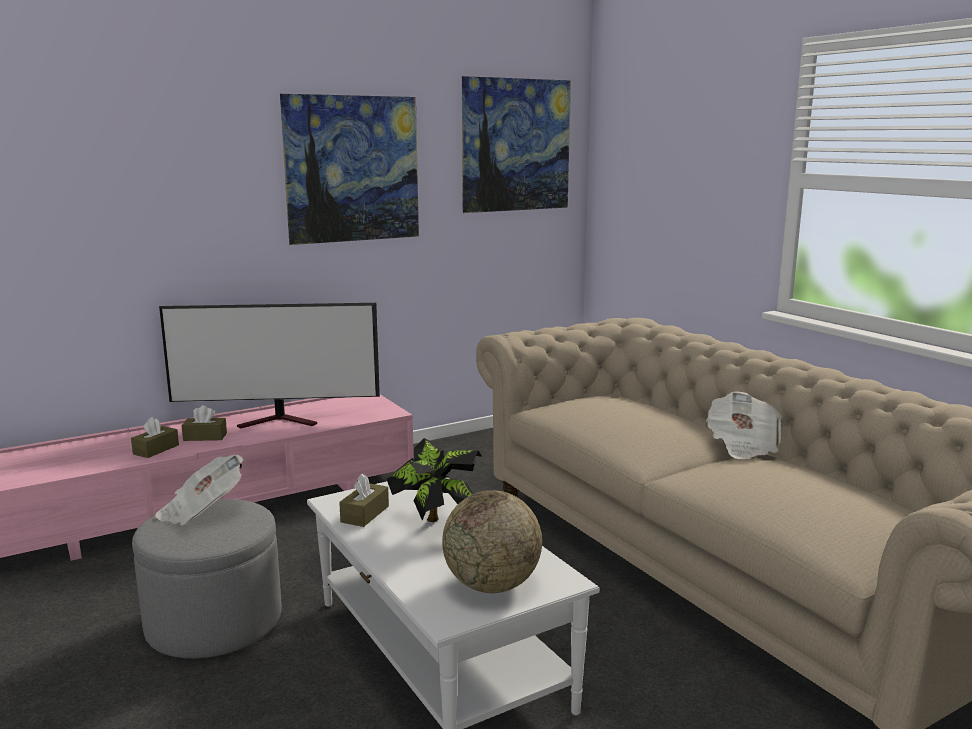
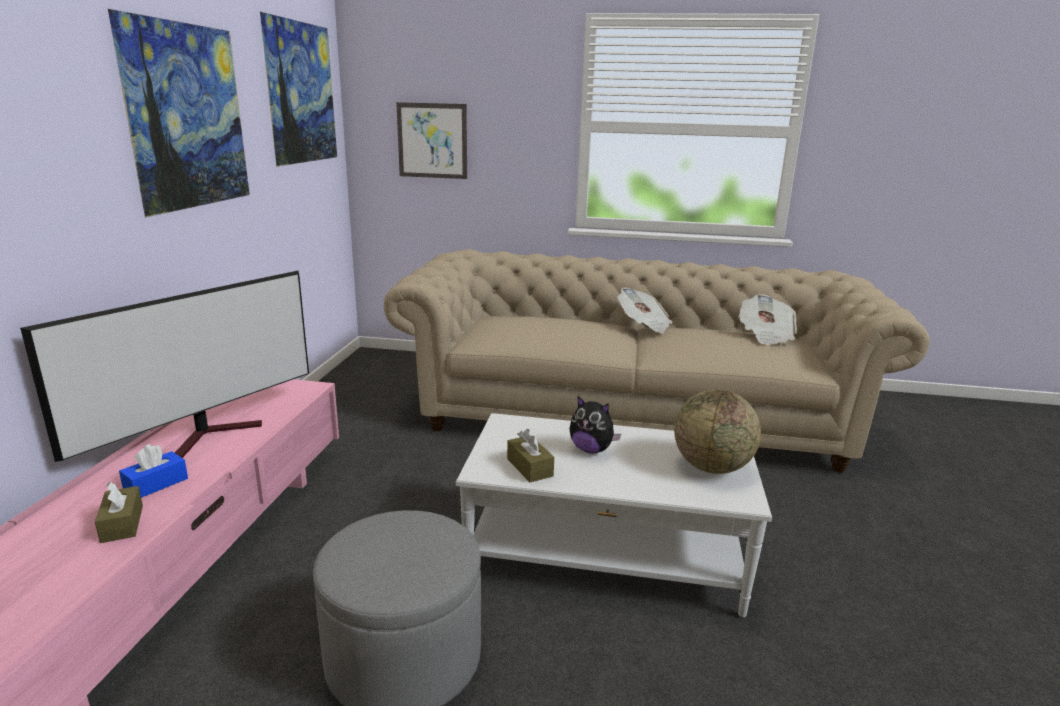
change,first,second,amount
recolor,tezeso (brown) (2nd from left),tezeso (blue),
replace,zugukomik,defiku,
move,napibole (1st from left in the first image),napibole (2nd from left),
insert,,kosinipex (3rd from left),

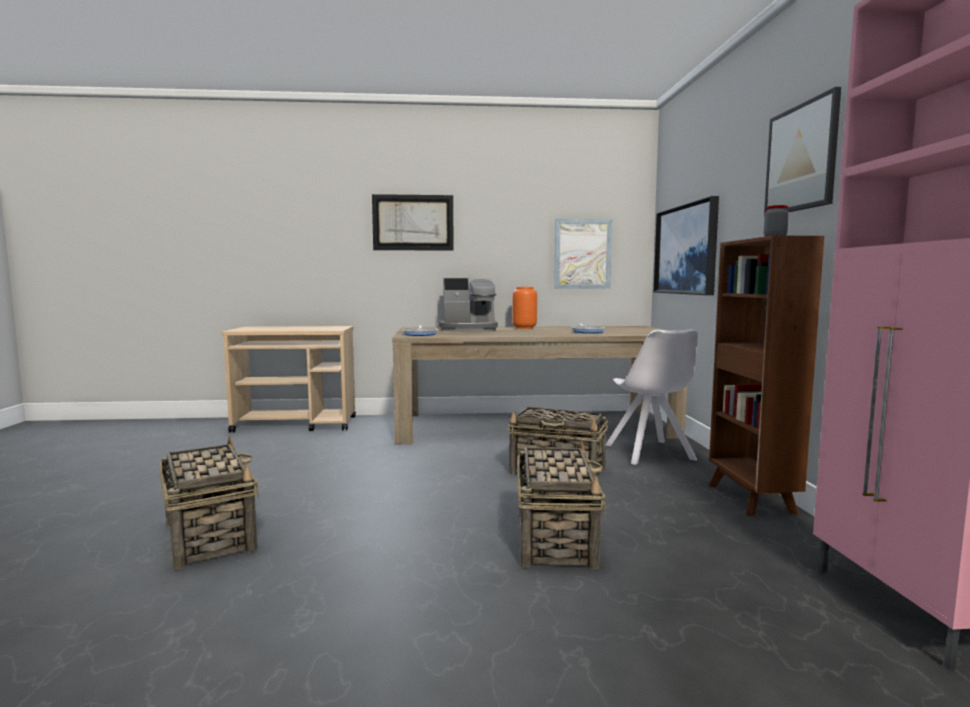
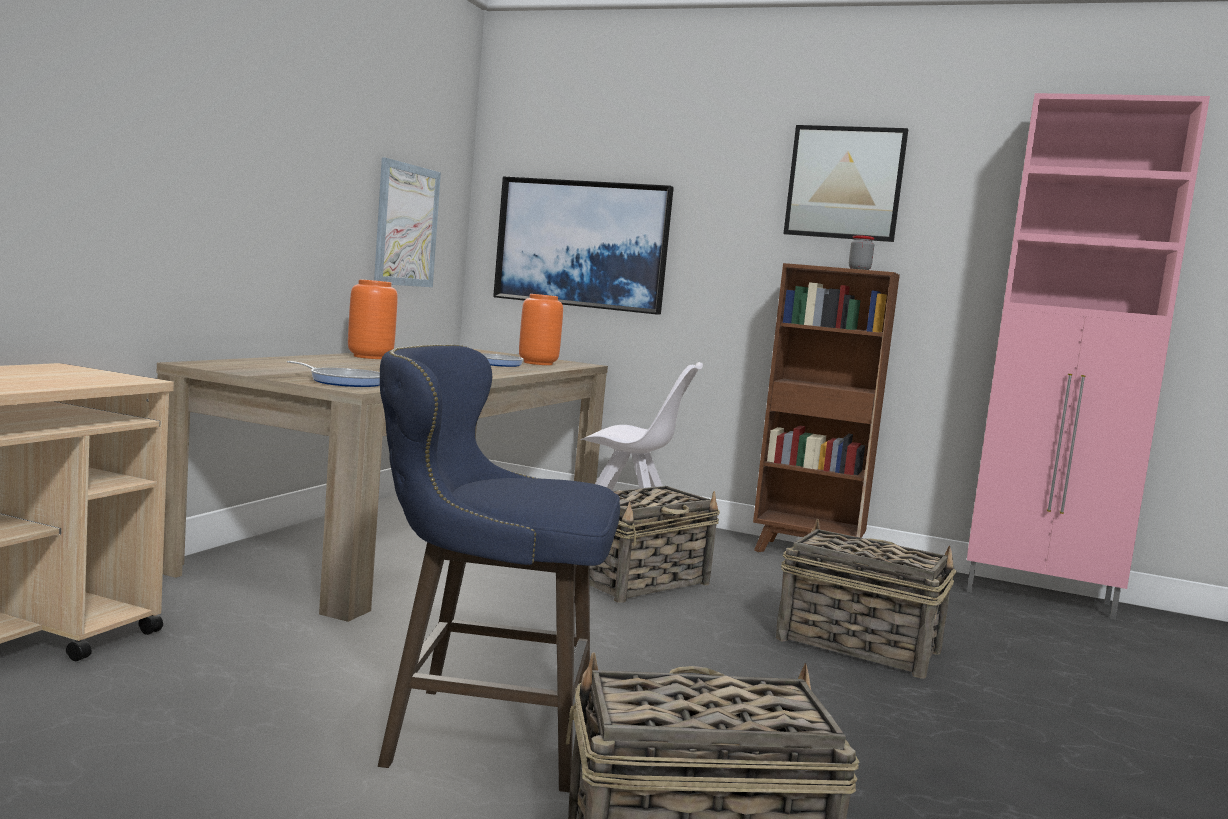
change,first,second,amount
delete,kosinipex (1st from left),,
delete,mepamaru,,
insert,,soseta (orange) (2nd from left),
insert,,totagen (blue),

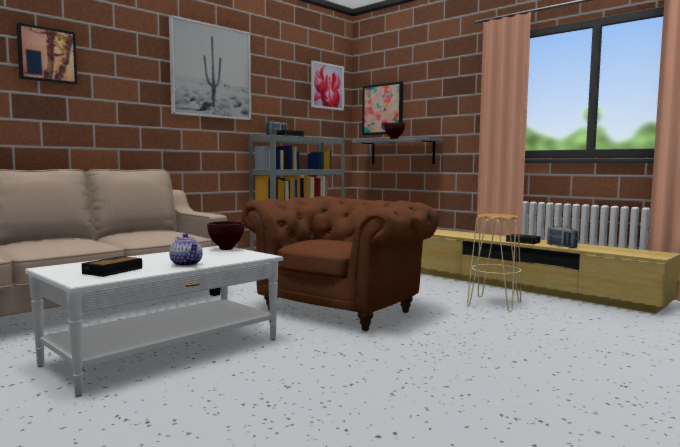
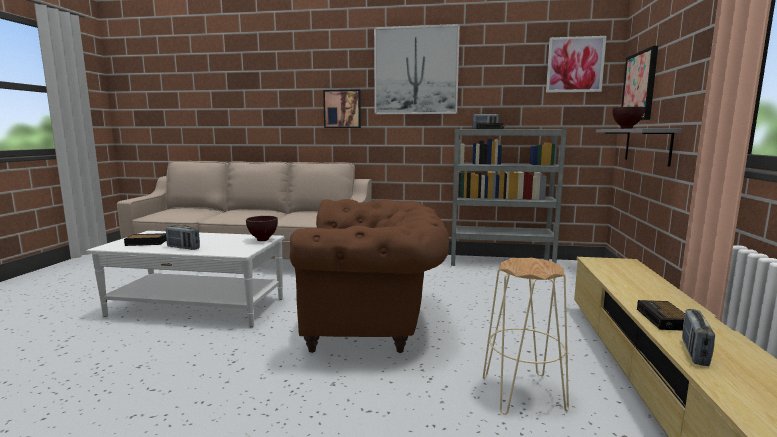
change,first,second,amount
move,kosinipex (1st from left),,
replace,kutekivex,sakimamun (1st from left),

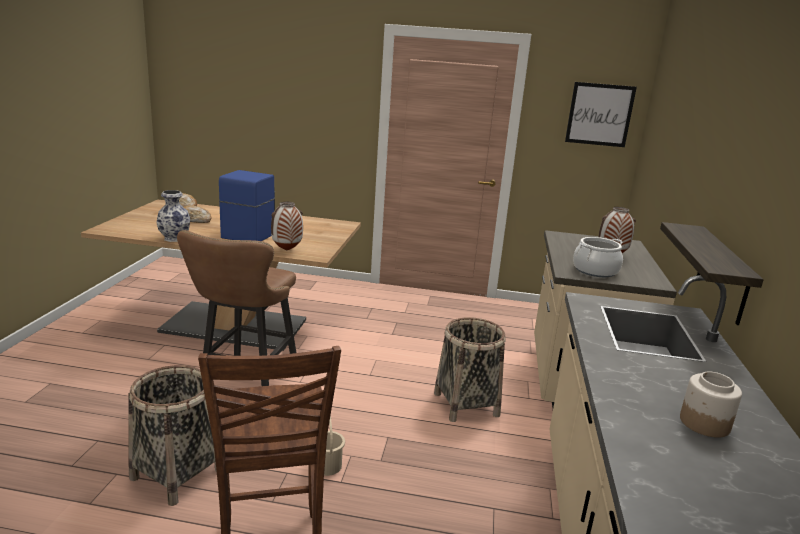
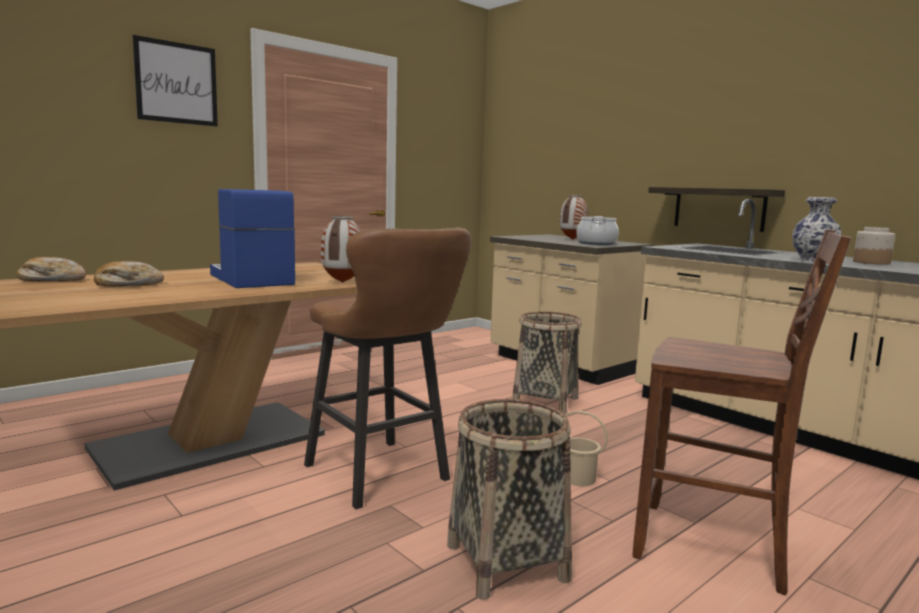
change,first,second,amount
move,kosinipex,,
move,soseta (1st from left in the first image),soseta (3rd from left),

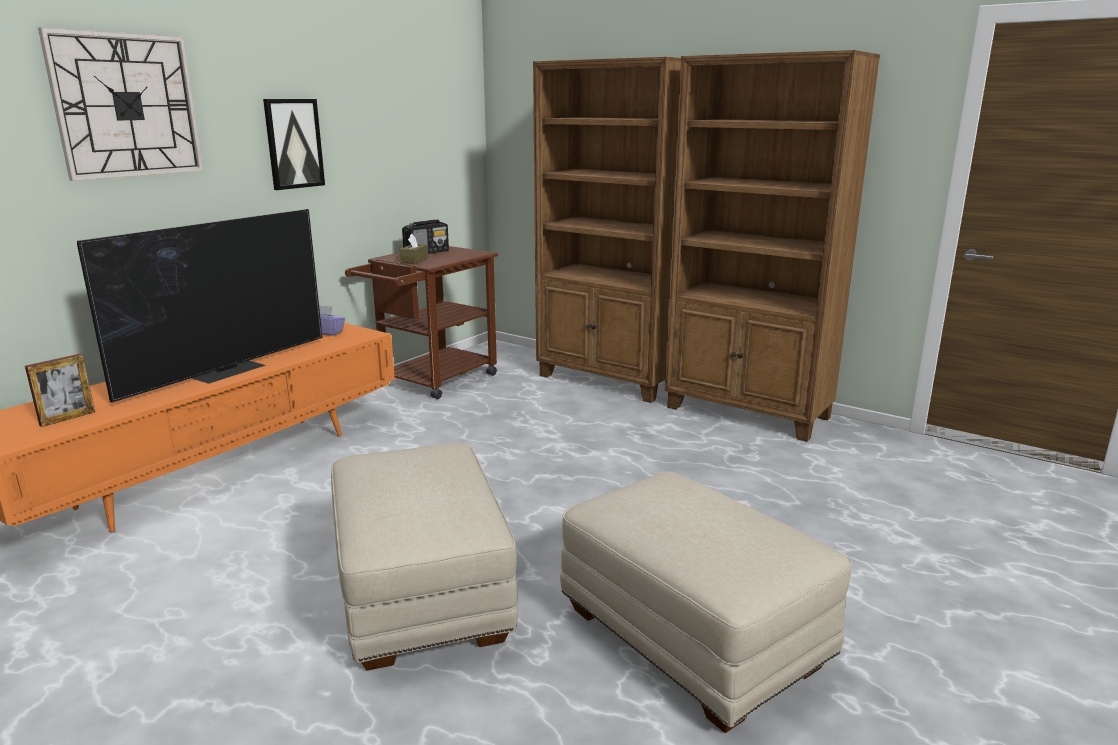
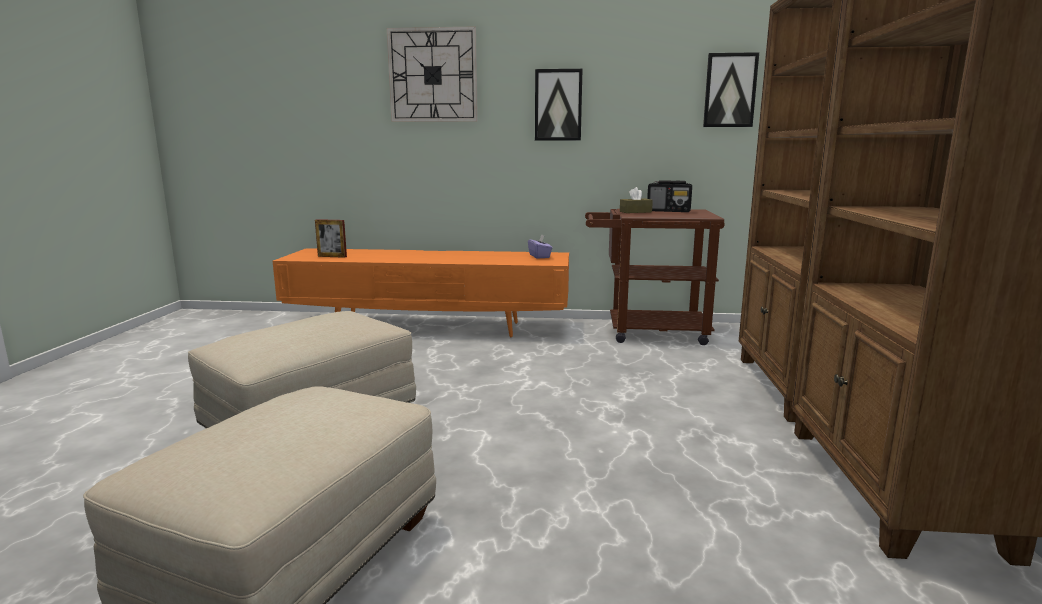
change,first,second,amount
delete,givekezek,,
insert,,kosinipex (2nd from left),

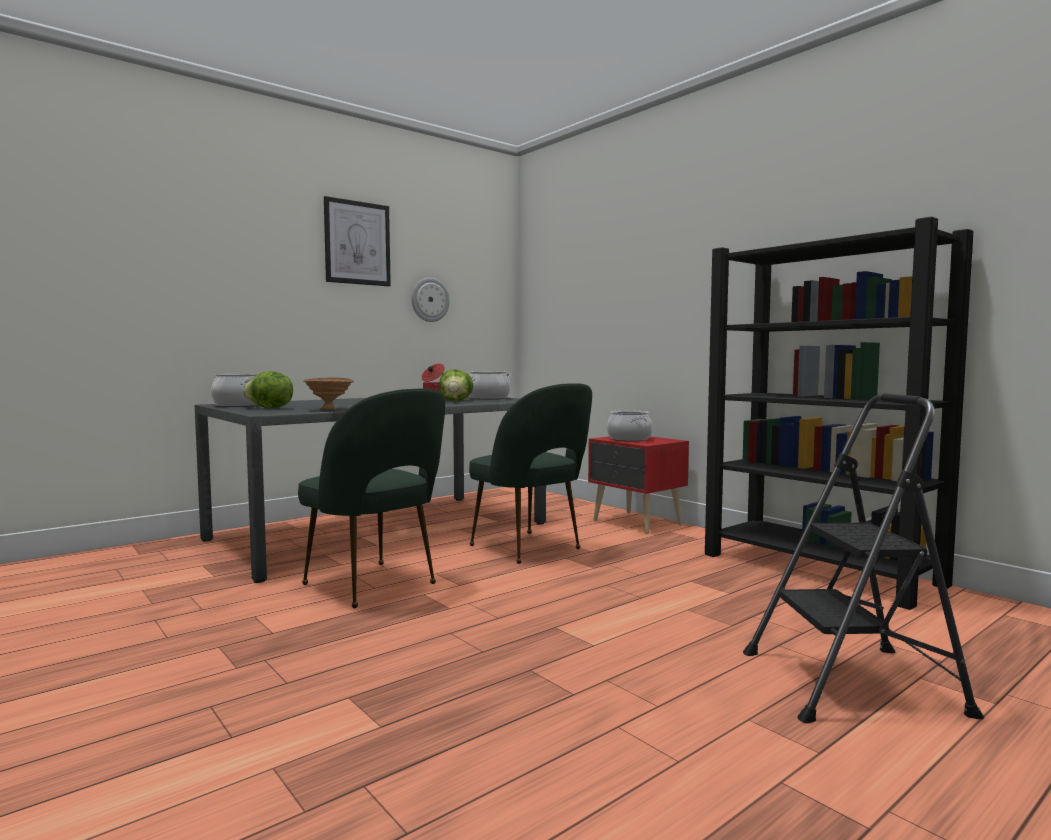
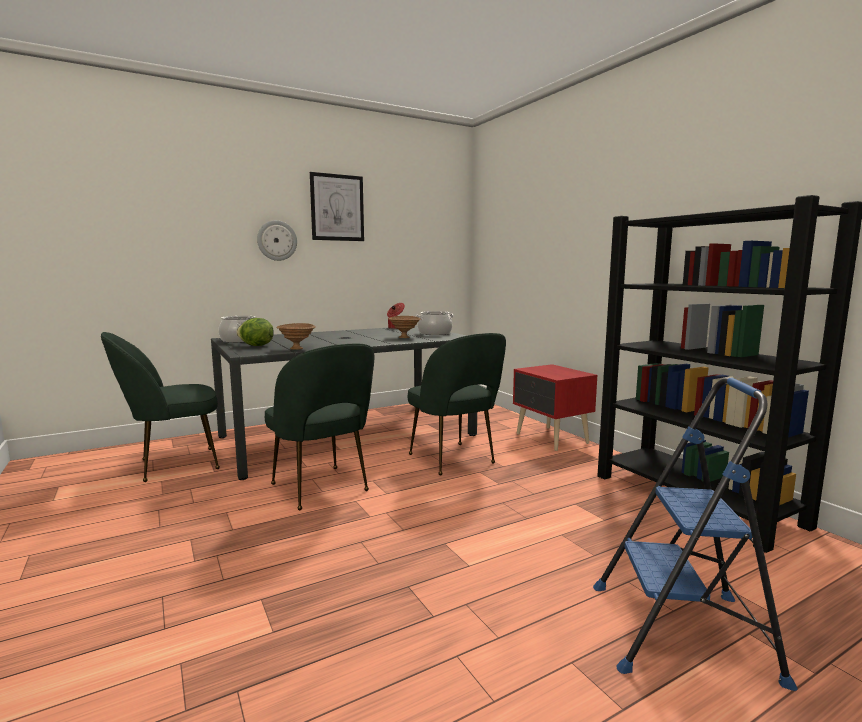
change,first,second,amount
move,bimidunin,,
replace,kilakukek (2nd from left),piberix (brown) (2nd from left),
recolor,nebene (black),nebene (blue),
delete,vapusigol (4th from left),,
insert,,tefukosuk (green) (1st from left),

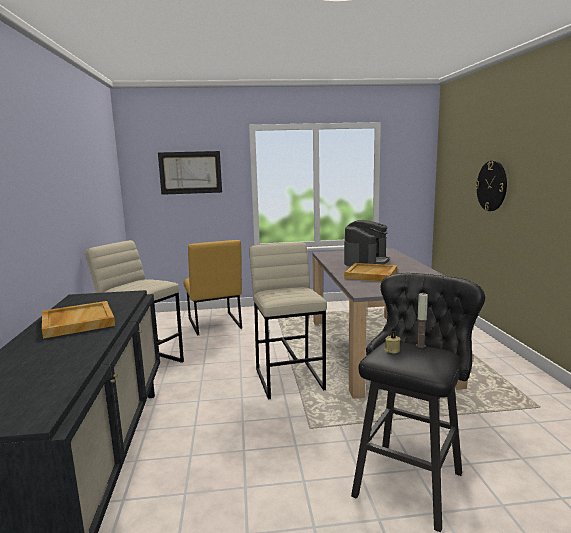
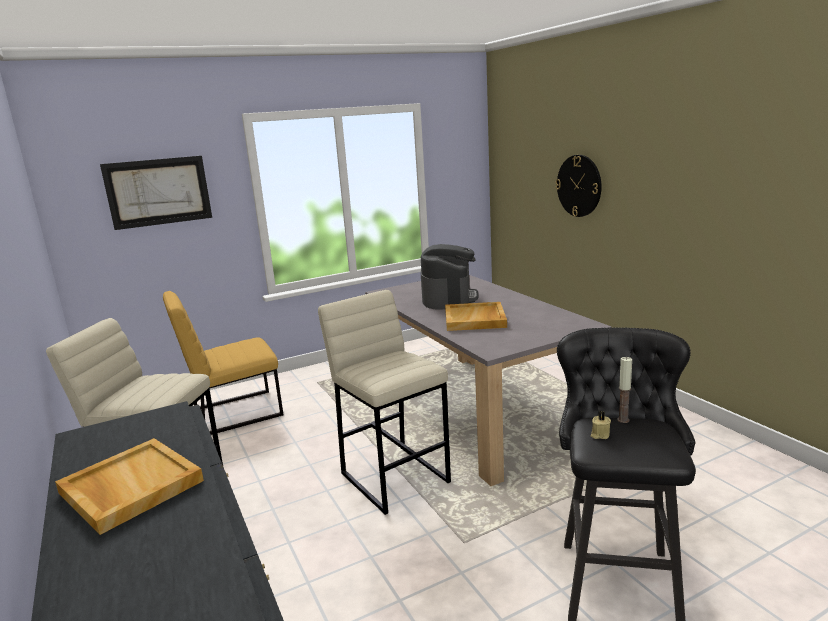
change,first,second,amount
rotate,tefukosuk (yellow),,105 degrees clockwise

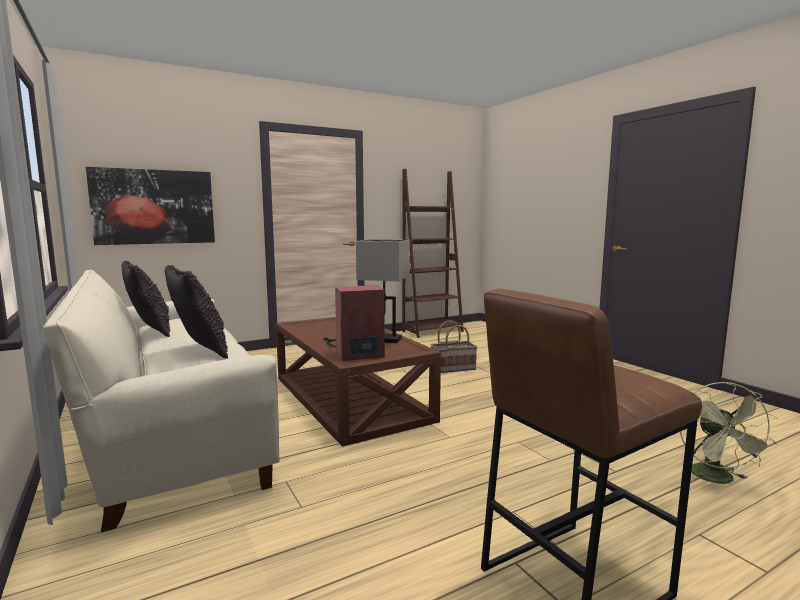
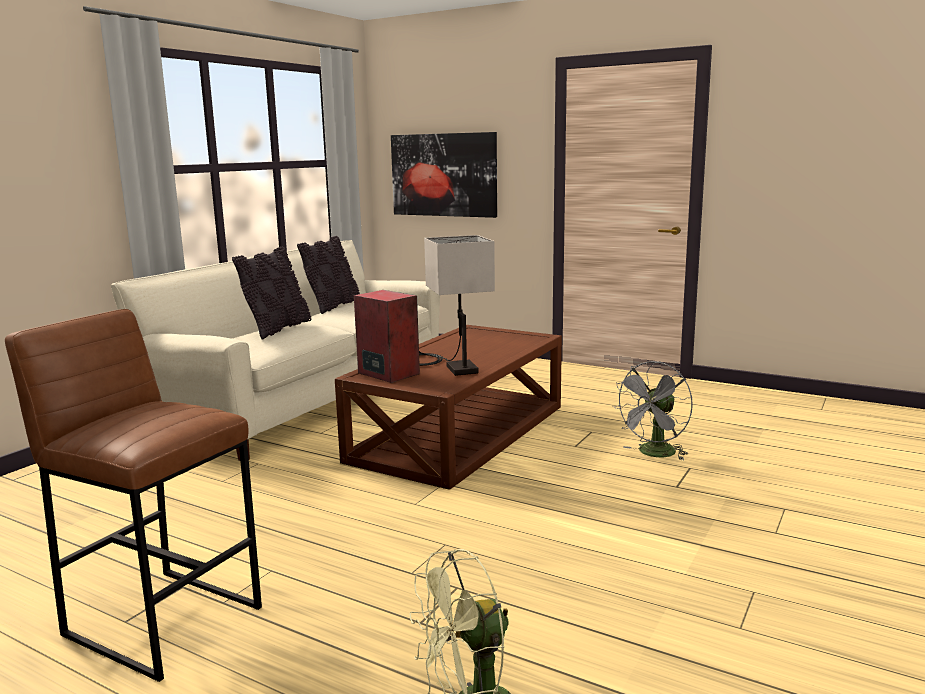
change,first,second,amount
delete,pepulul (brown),,
replace,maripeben,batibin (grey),

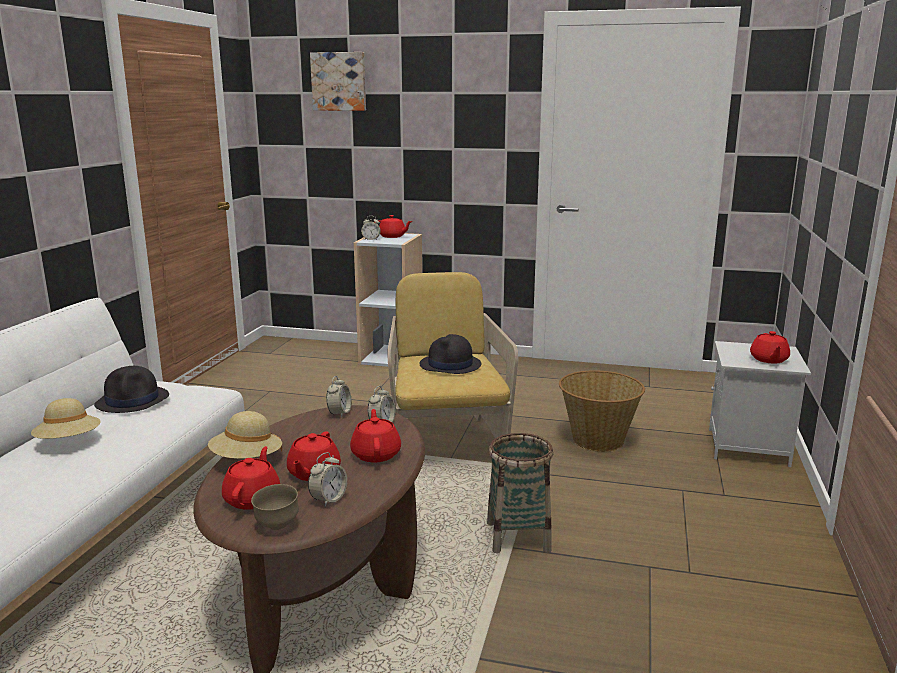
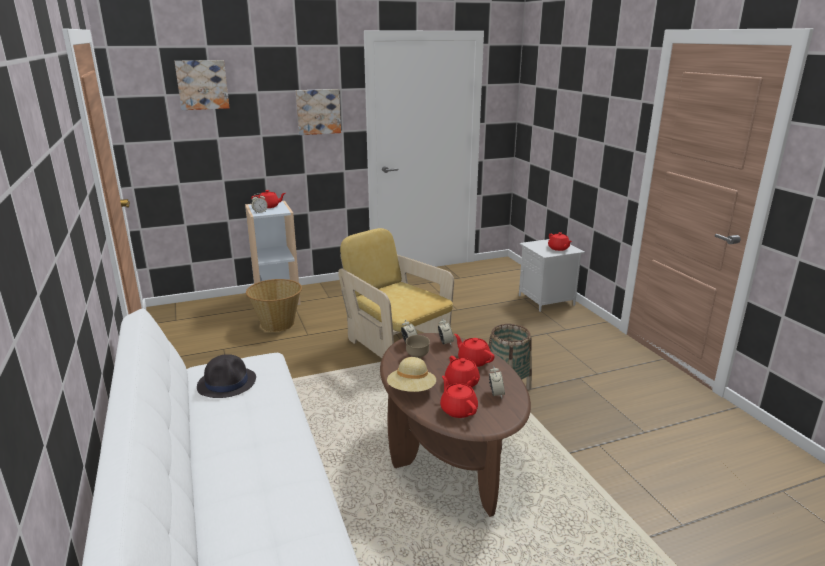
change,first,second,amount
delete,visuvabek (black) (2nd from left),,
move,maripeben (2nd from left in the first image),maripeben (1st from left),
delete,visuvabek (beige) (1st from left),,
move,piberix (brown),,
insert,,kosinipex (2nd from left),

